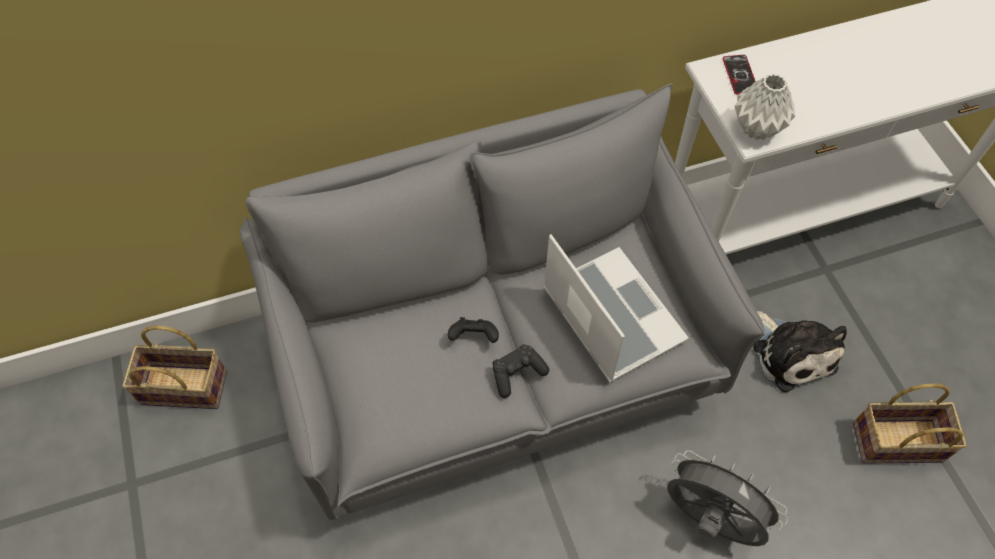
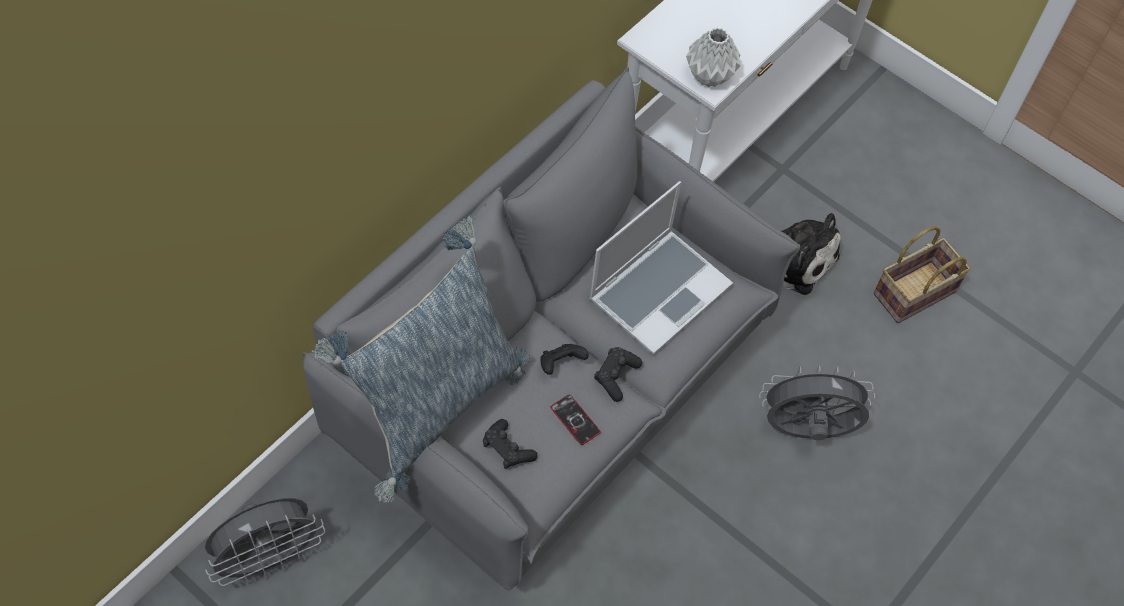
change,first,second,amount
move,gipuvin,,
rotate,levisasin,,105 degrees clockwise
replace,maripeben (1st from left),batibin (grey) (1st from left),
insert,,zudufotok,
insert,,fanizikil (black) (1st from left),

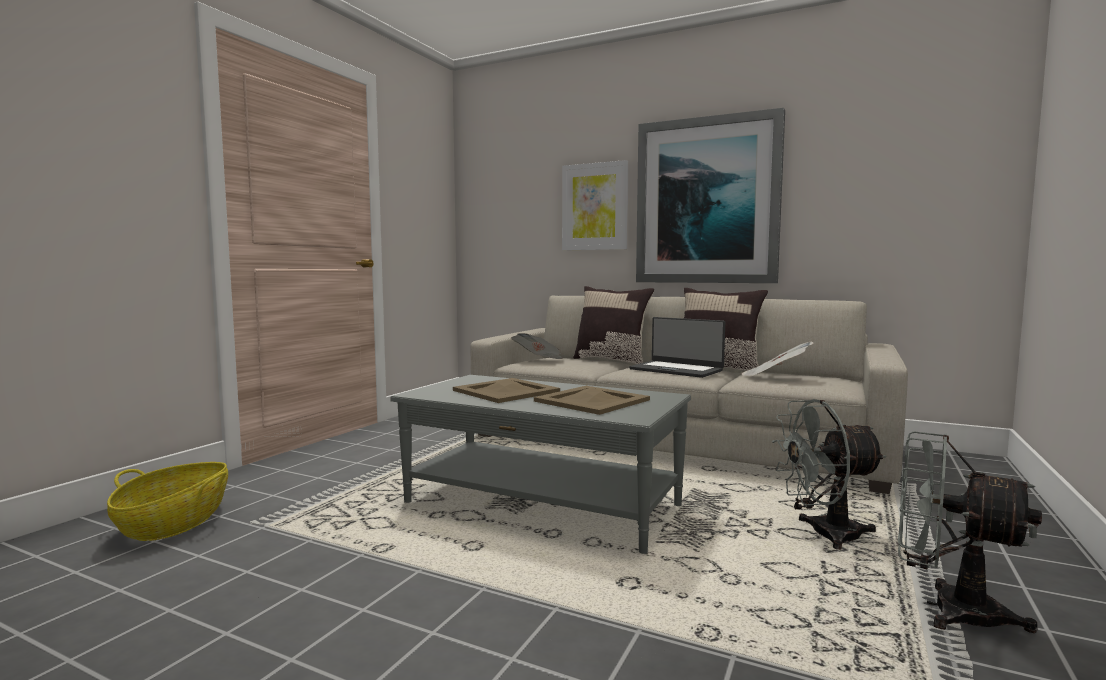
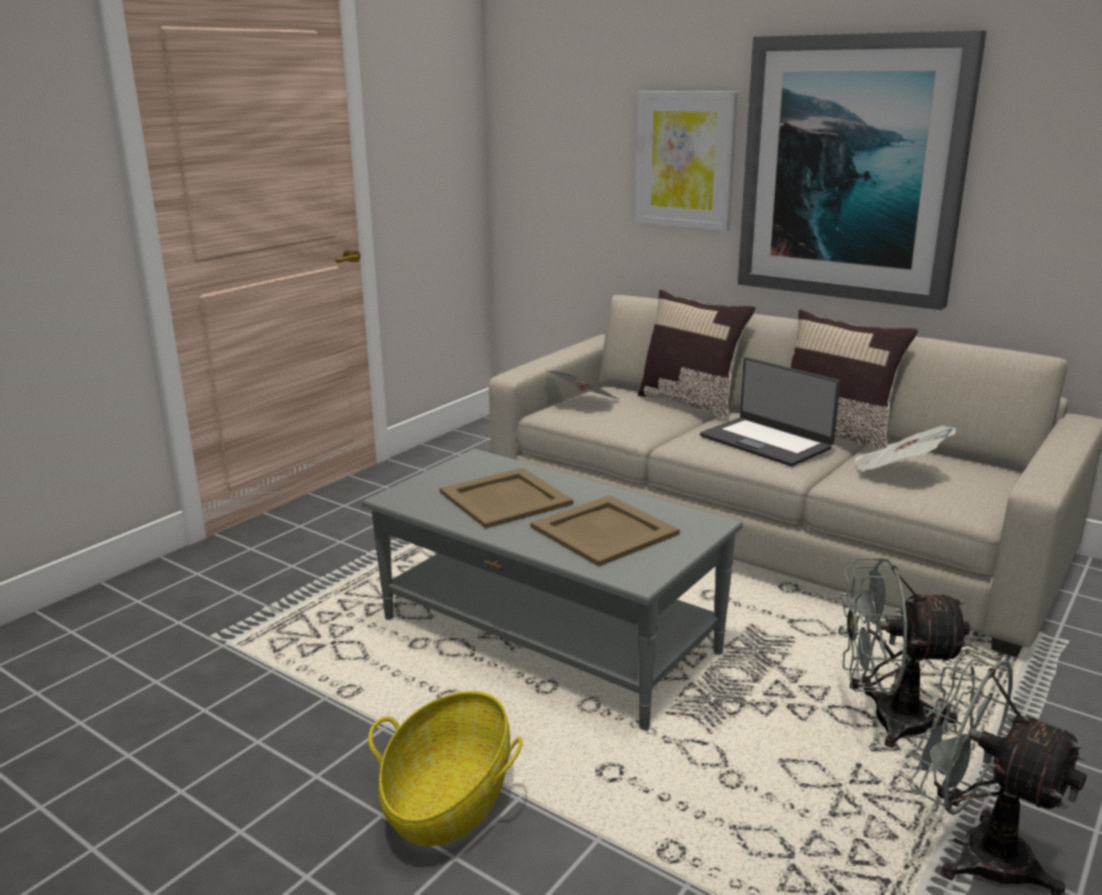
change,first,second,amount
move,maripeben,,

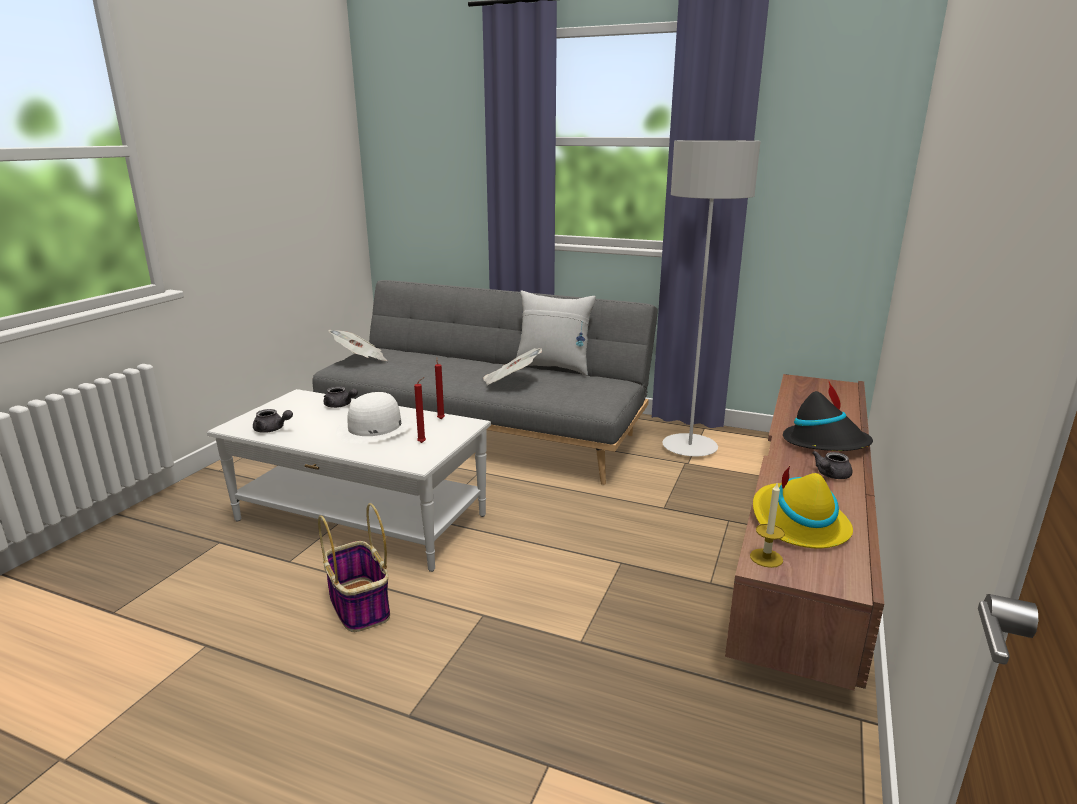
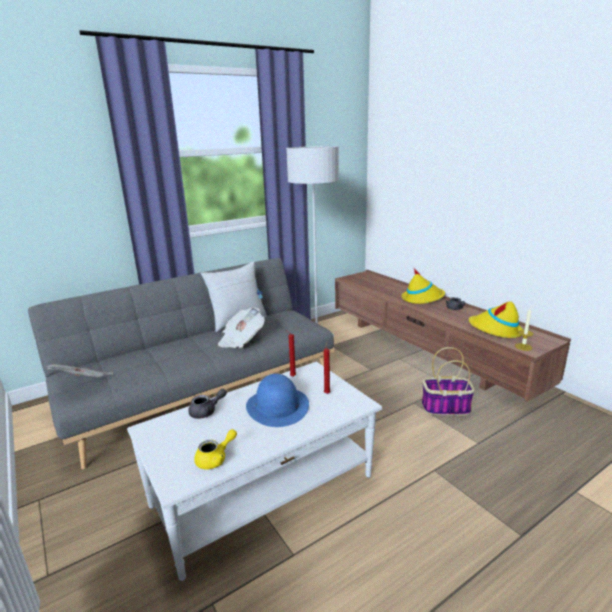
change,first,second,amount
recolor,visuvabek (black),visuvabek (yellow) (1st from left),
recolor,visuvabek (white),visuvabek (blue),
recolor,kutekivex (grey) (1st from left),kutekivex (yellow),
move,maripeben,,

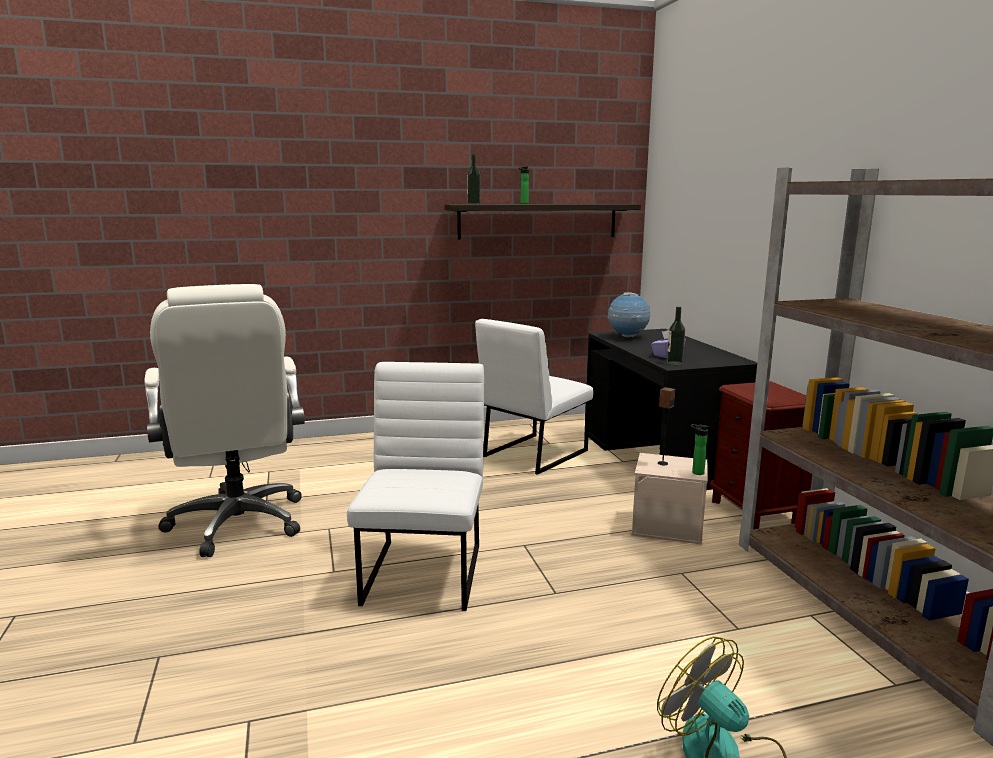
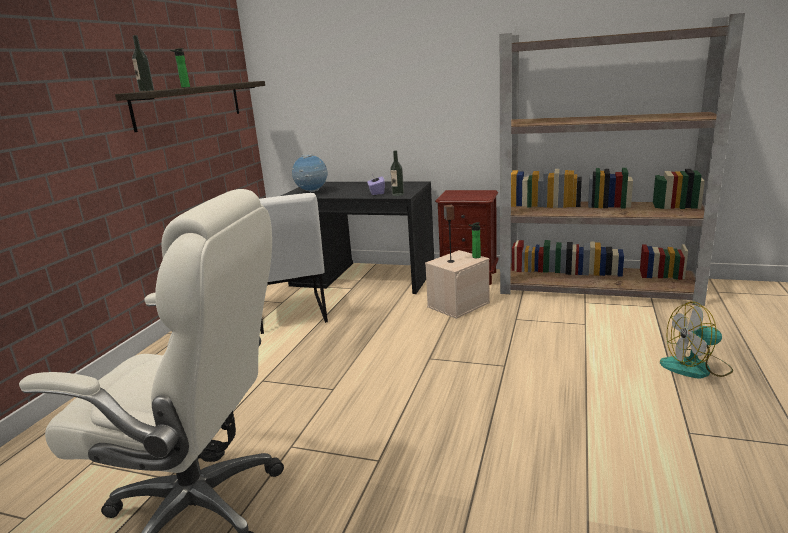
change,first,second,amount
delete,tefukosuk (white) (1st from left),,

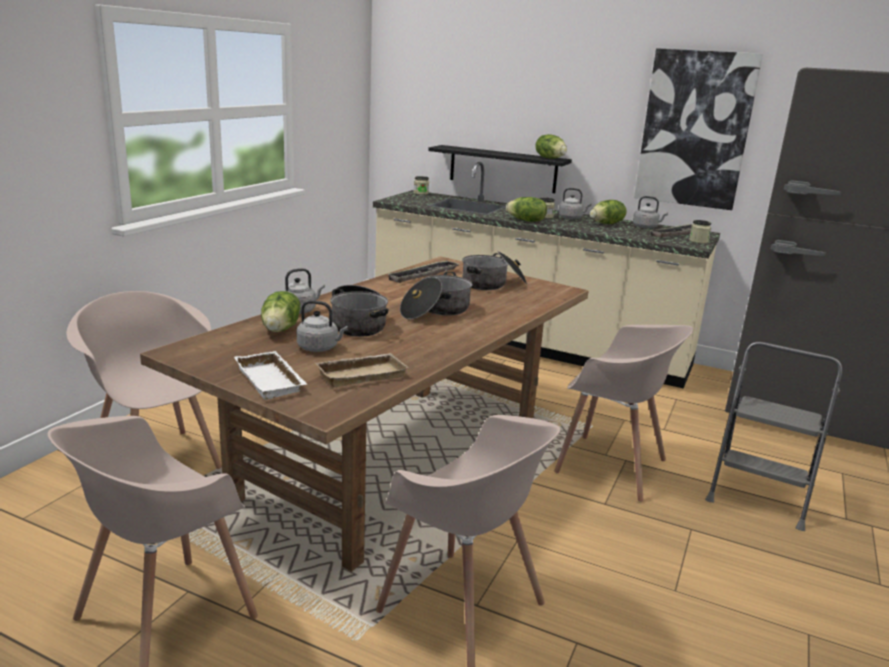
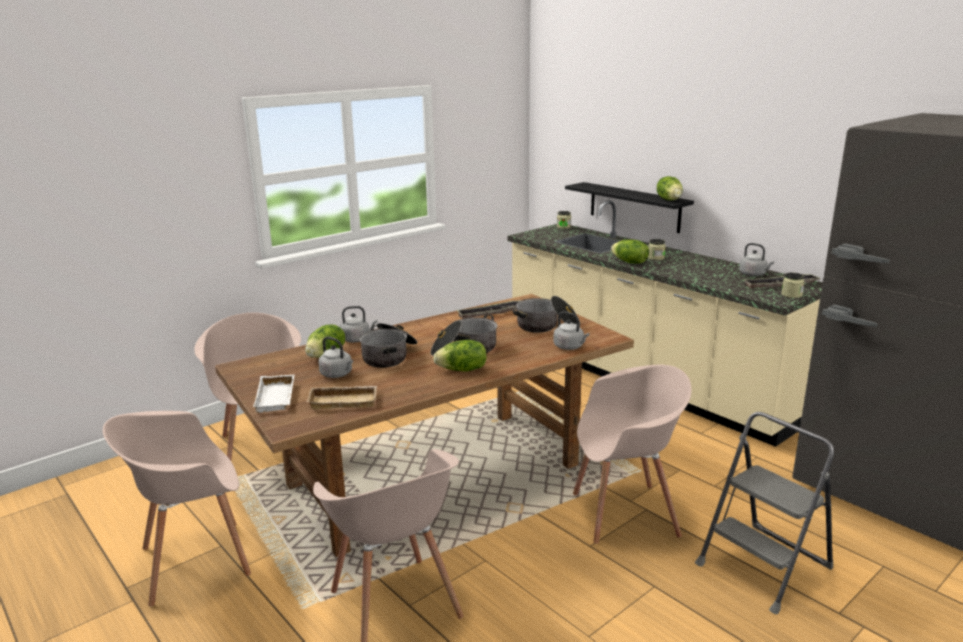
change,first,second,amount
delete,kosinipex,,
move,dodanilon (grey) (3rd from left),,
move,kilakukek (4th from left in the first image),kilakukek (2nd from left),
rotate,tefukosuk (beige) (4th from left),,60 degrees counterclockwise

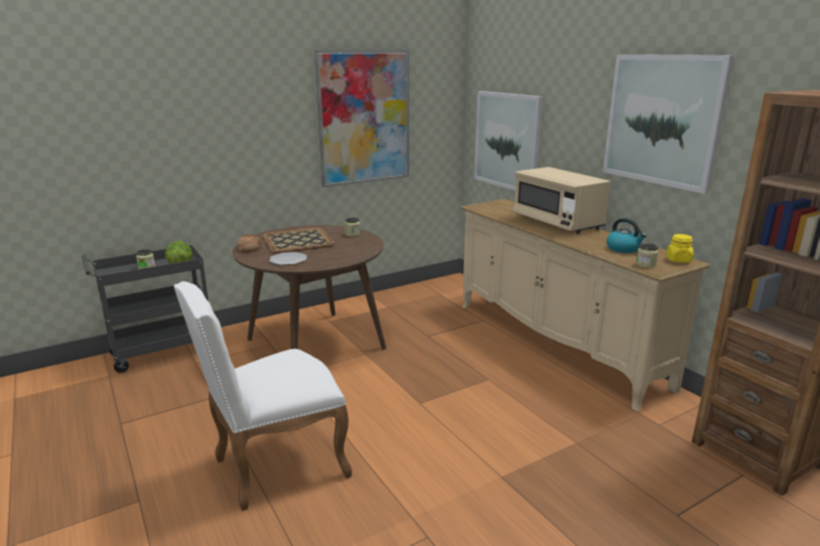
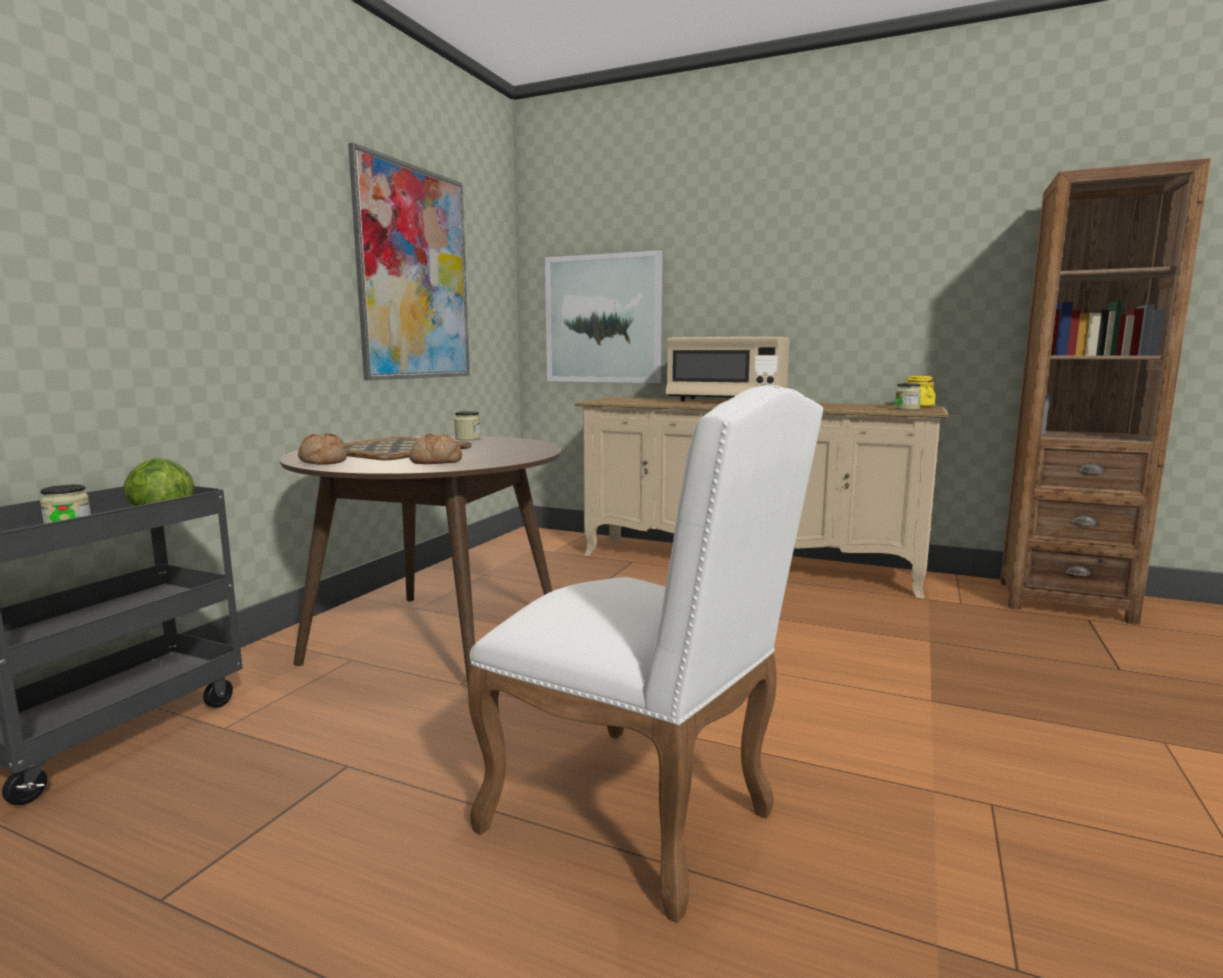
change,first,second,amount
delete,kosinipex (3rd from left),,
delete,dodanilon,,
replace,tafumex,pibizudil (2nd from left),
rotate,tefukosuk (white),,75 degrees counterclockwise

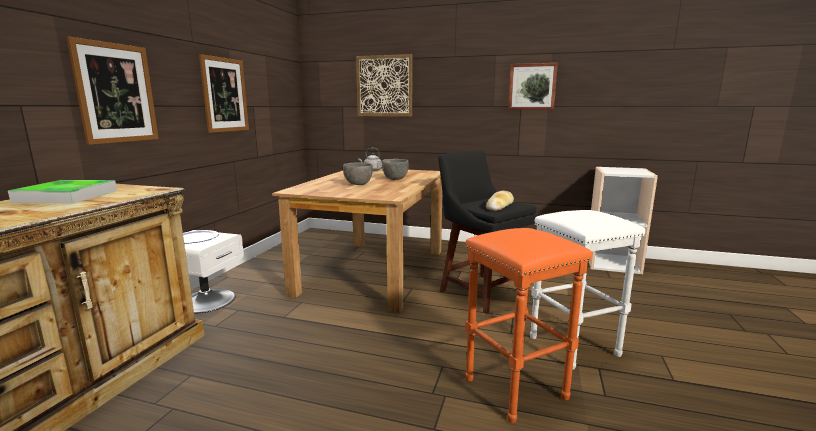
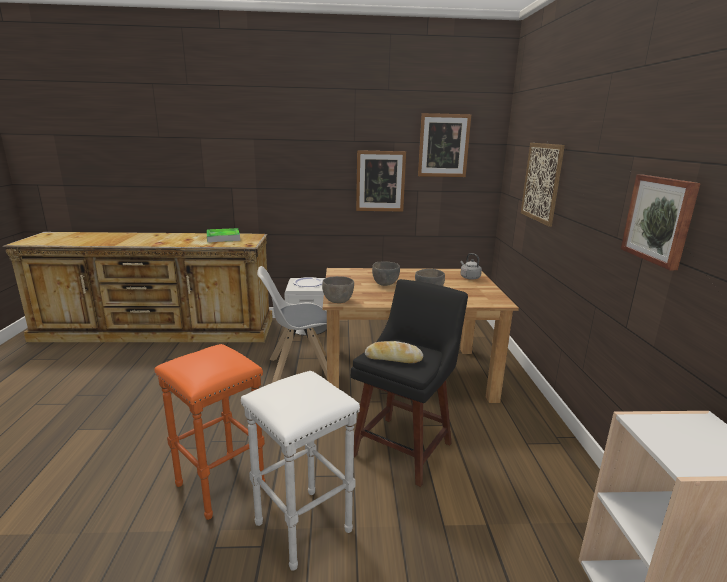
change,first,second,amount
move,kosinipex (1st from left in the first image),kosinipex (2nd from left),
insert,,tefukosuk,
insert,,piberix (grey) (1st from left),

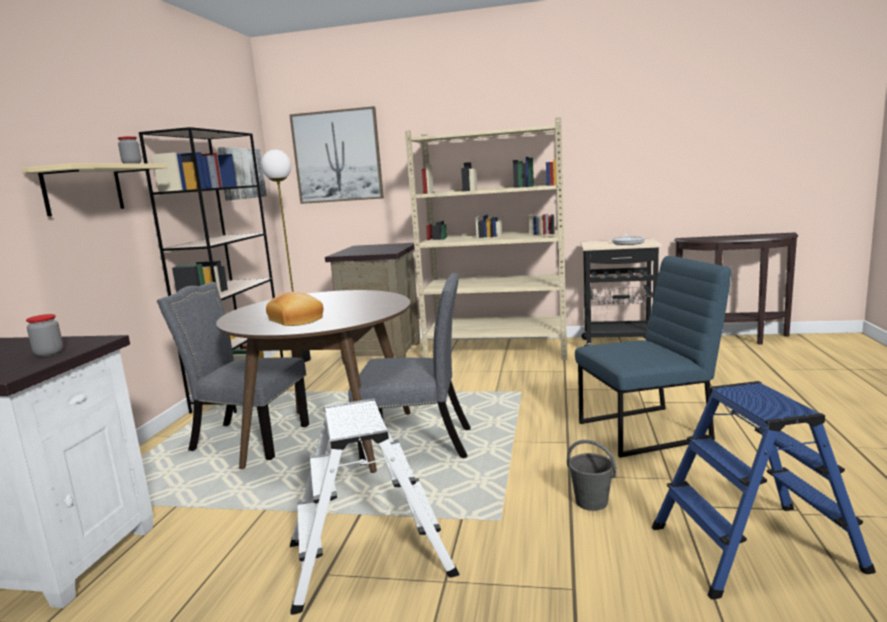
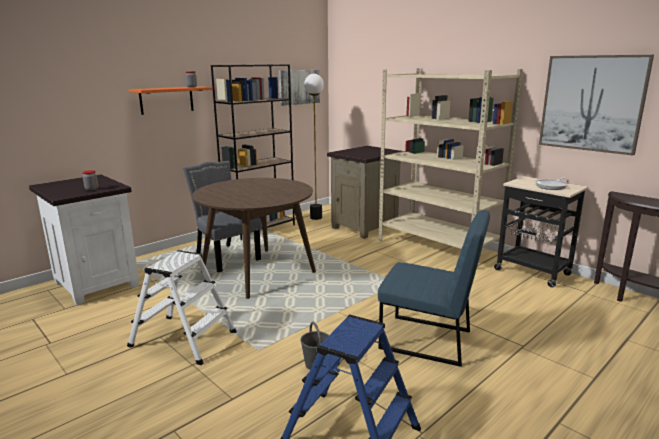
change,first,second,amount
move,kosinipex (2nd from left),,
recolor,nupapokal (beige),nupapokal (orange),
delete,tefukosuk (grey) (2nd from left),,
delete,pibizudil,,

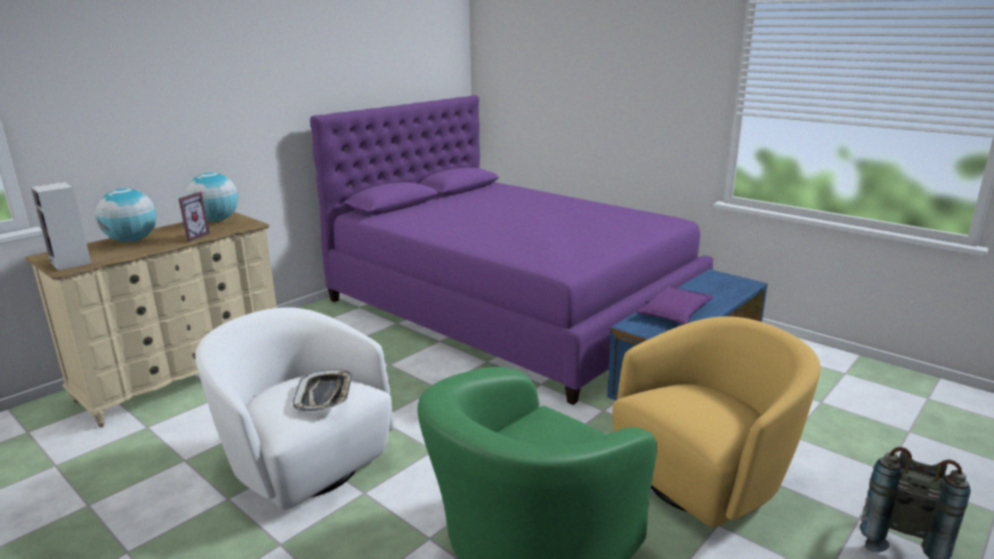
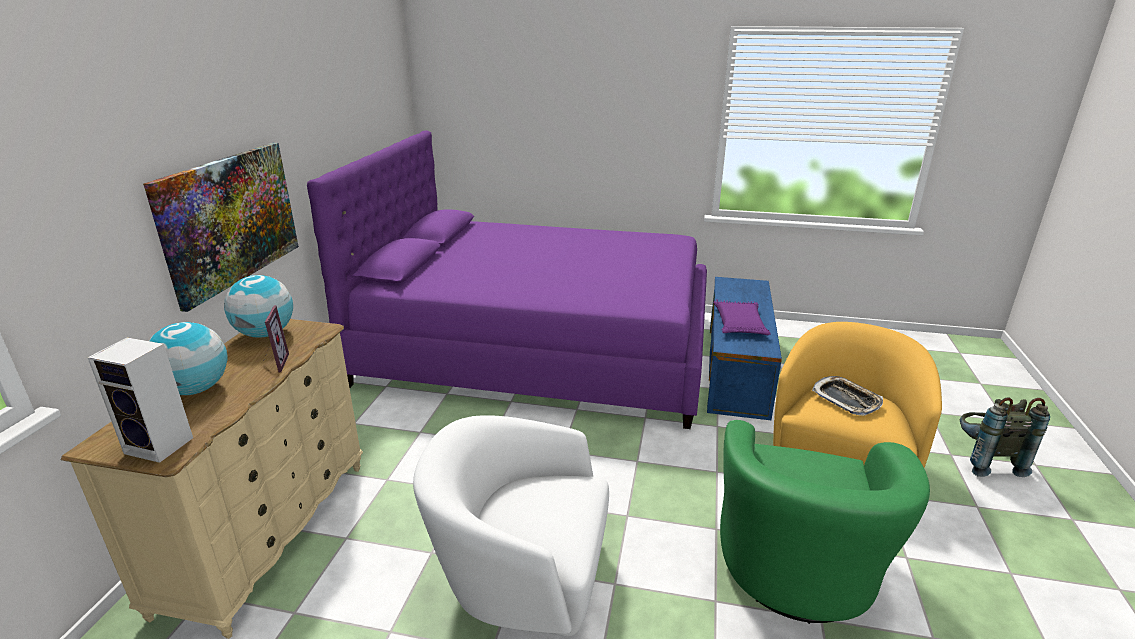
change,first,second,amount
move,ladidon,,
insert,,kosinipex,

